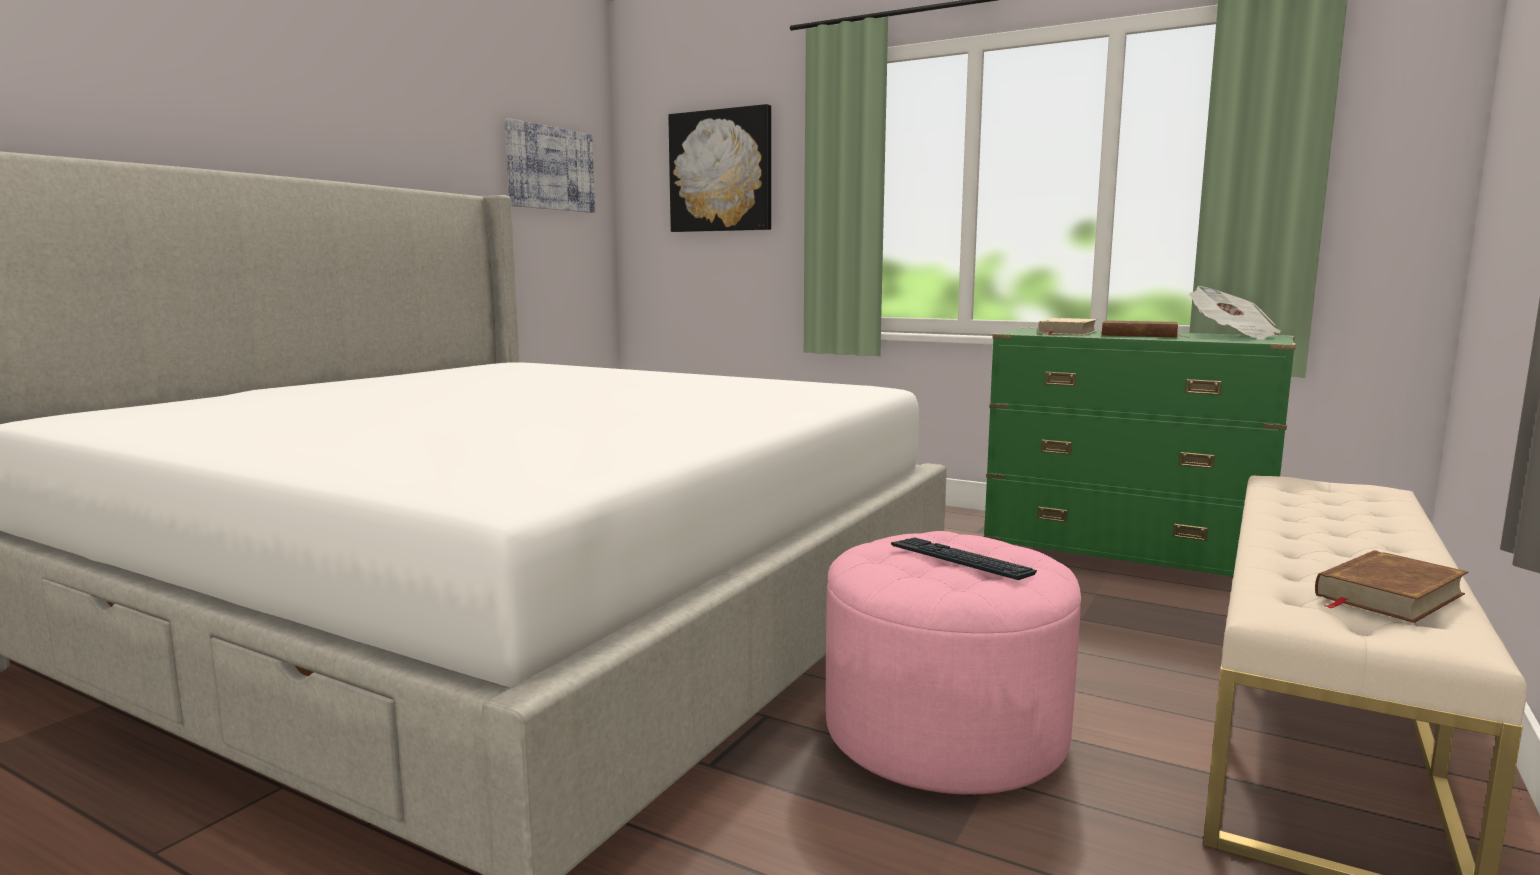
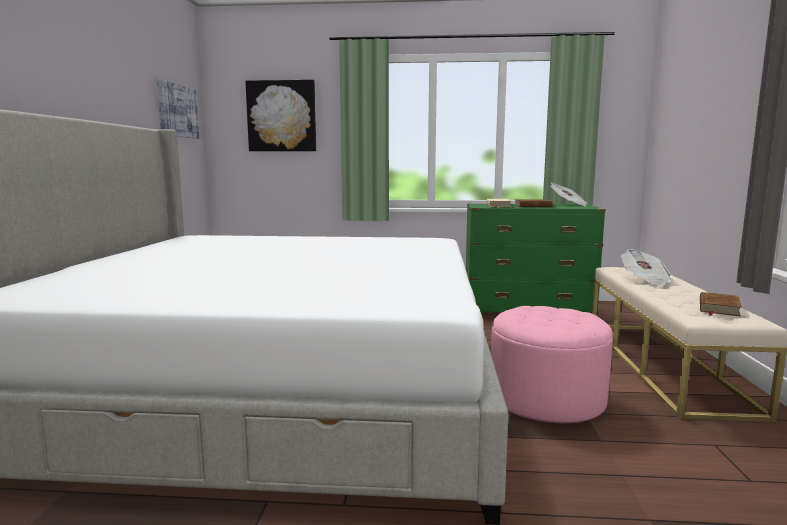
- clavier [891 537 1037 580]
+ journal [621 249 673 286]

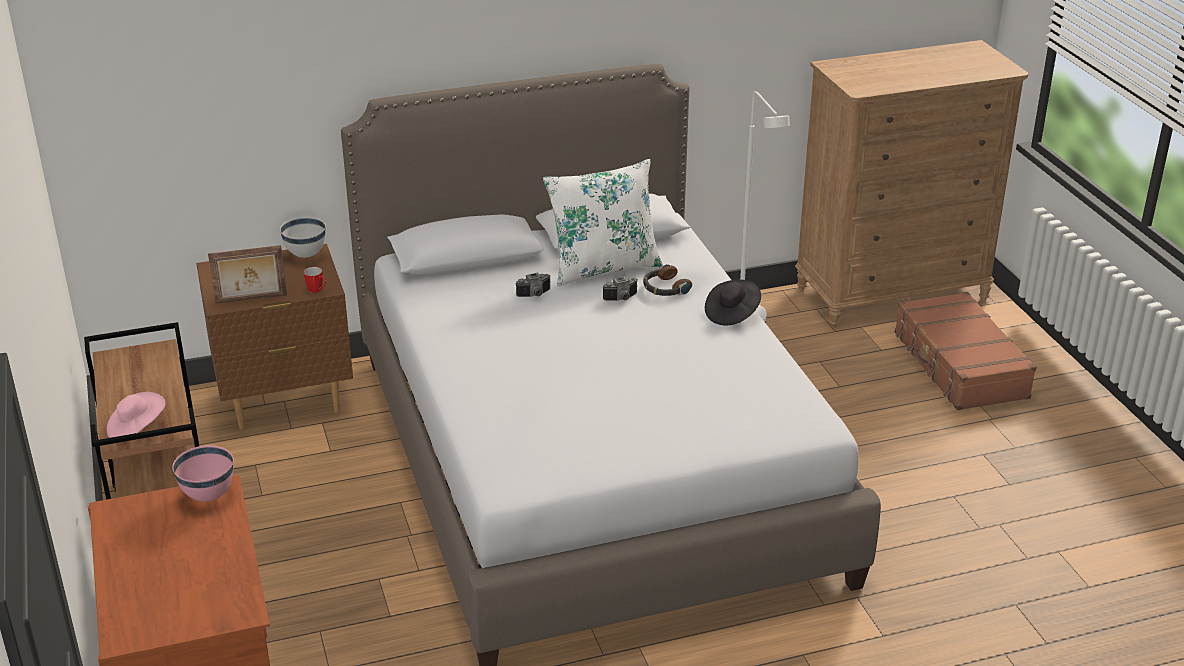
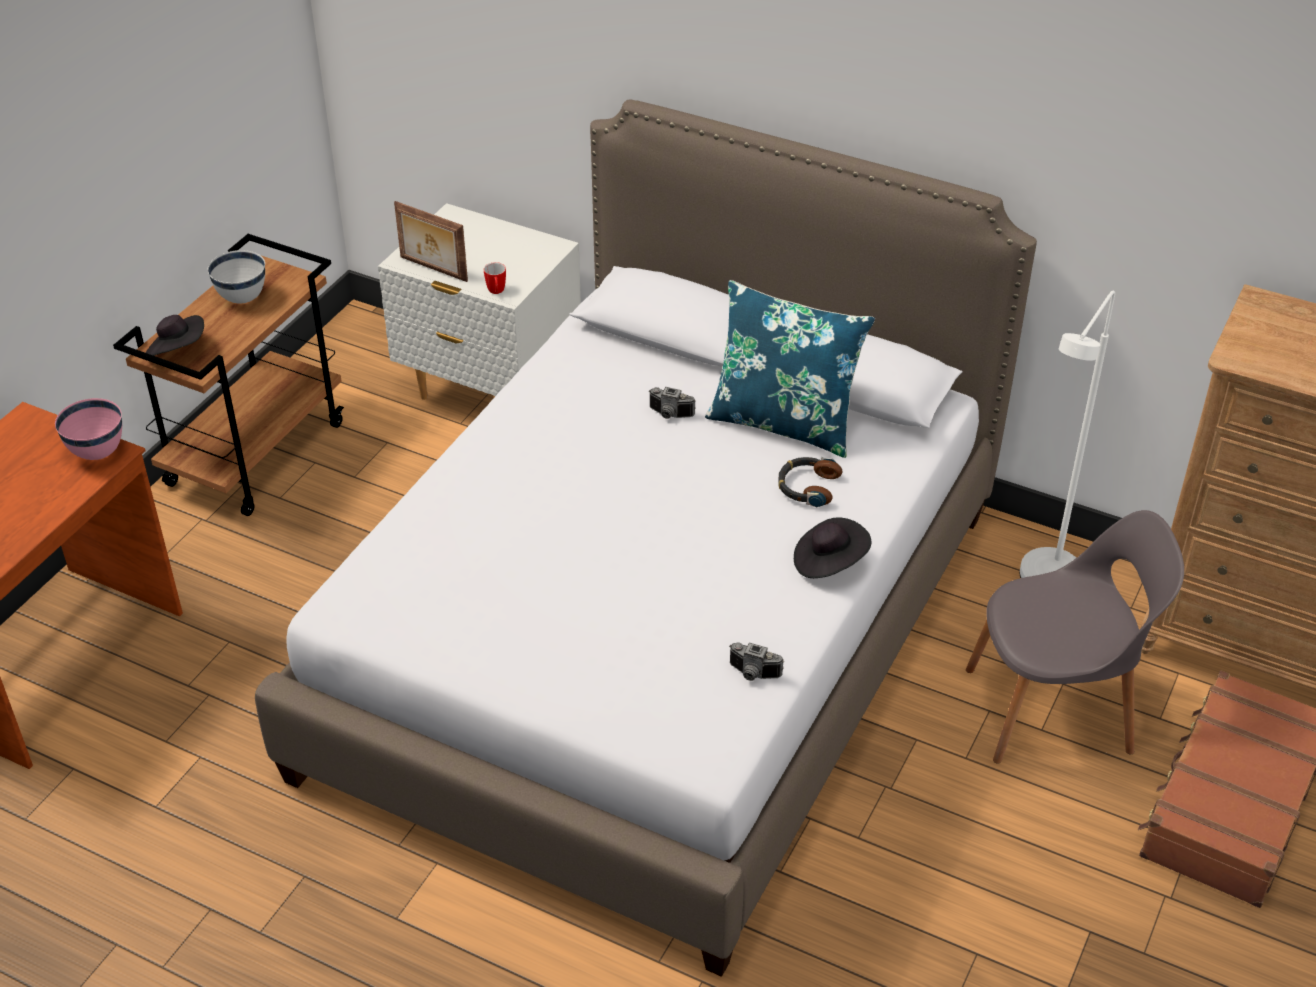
~ chapeau/rose [107 392 166 438] to chapeau/noir [146 315 204 356]
~ table de chevet/marron [196 244 353 430] to table de chevet/blanc [378 203 581 400]
~ bol/blanc [280 217 326 258] to [208 250 265 304]
~ coussin/blanc [543 159 663 286] to coussin/bleu [705 280 875 458]
~ appareil photo [603 276 637 301] to [729 642 784 681]
+ chaise/gris [966 510 1184 764]

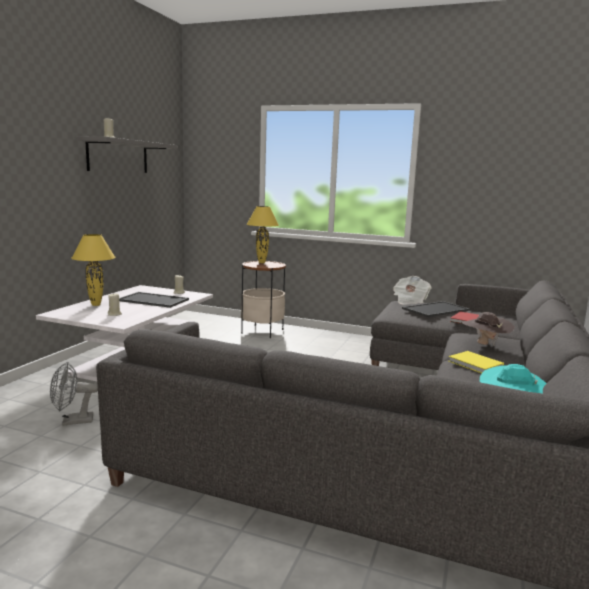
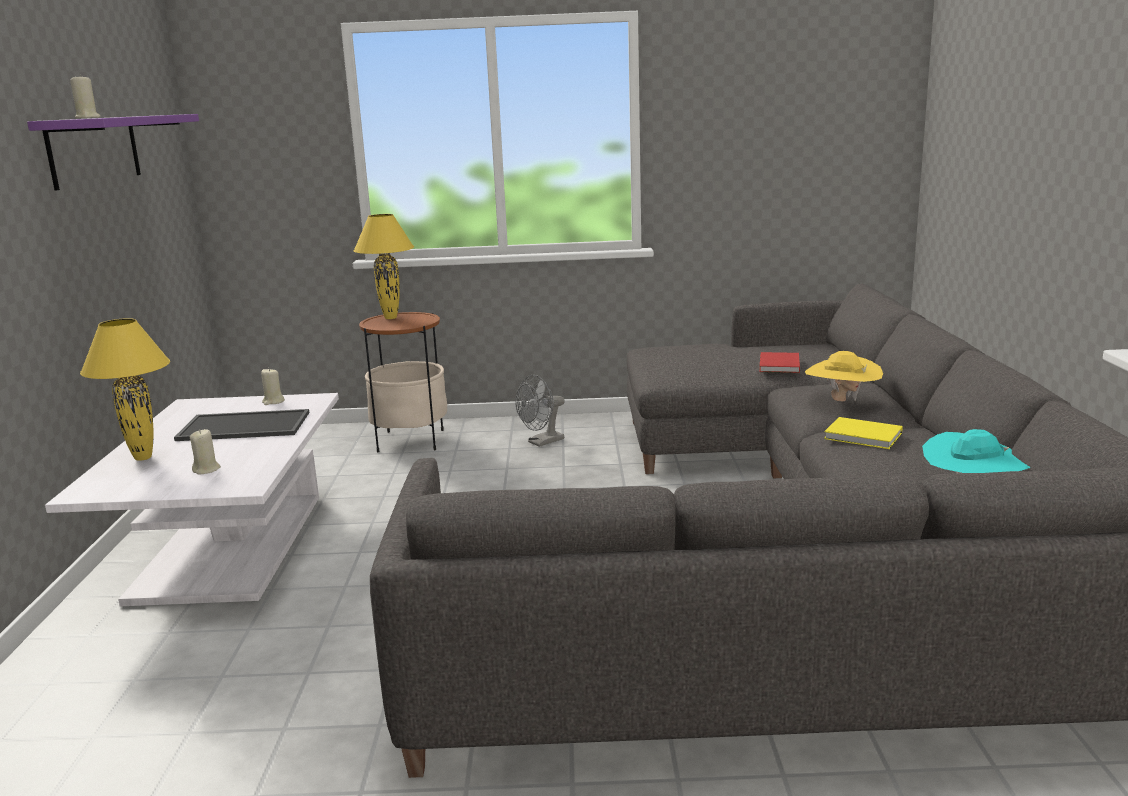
~ ventilateur/gris [50 362 98 426] to [515 375 565 447]
~ étagère/gris [76 136 177 173] to étagère/violet [27 114 199 191]
- journal [393 276 431 305]
- plateau [402 301 470 317]
~ chapeau/marron [461 312 515 346] to chapeau/jaune [805 351 883 401]

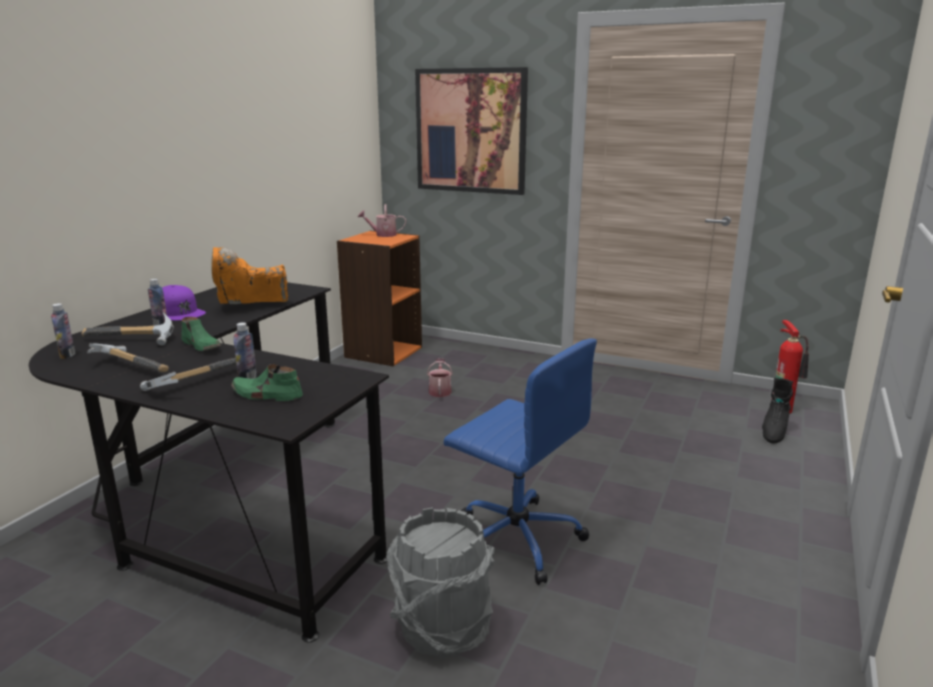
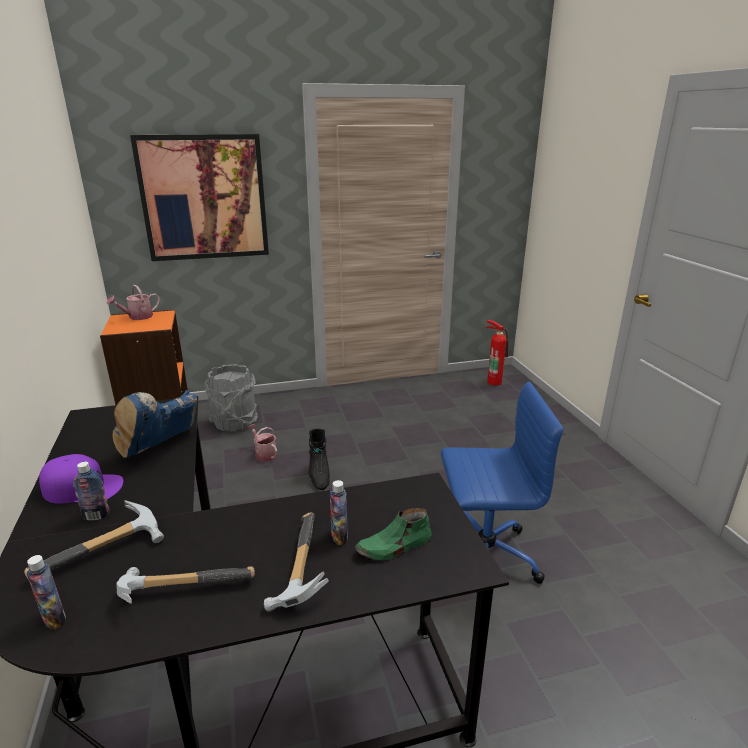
- chaussure/vert [181 317 221 351]
~ botte/orange [211 247 288 304] to botte/bleu [112 390 197 458]
~ seau/gris [386 507 495 659] to [204 364 258 432]
~ botte/noir [762 377 793 443] to [308 429 330 490]

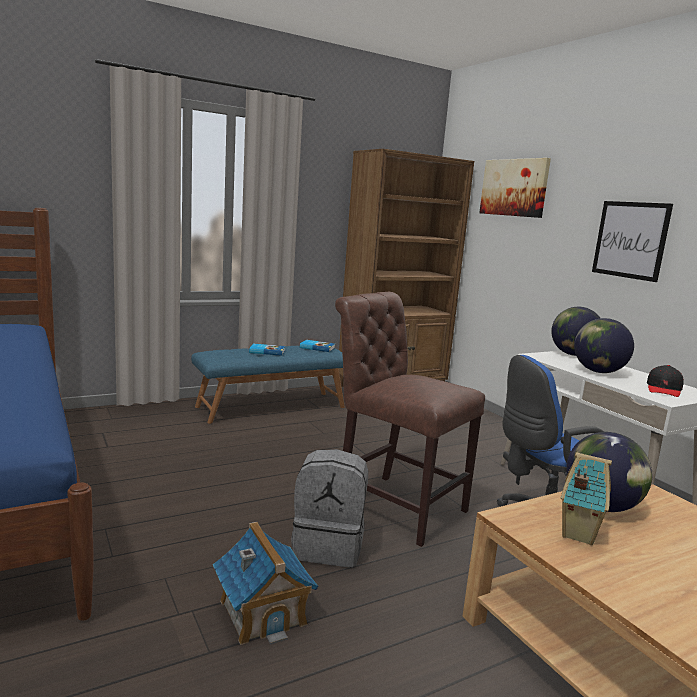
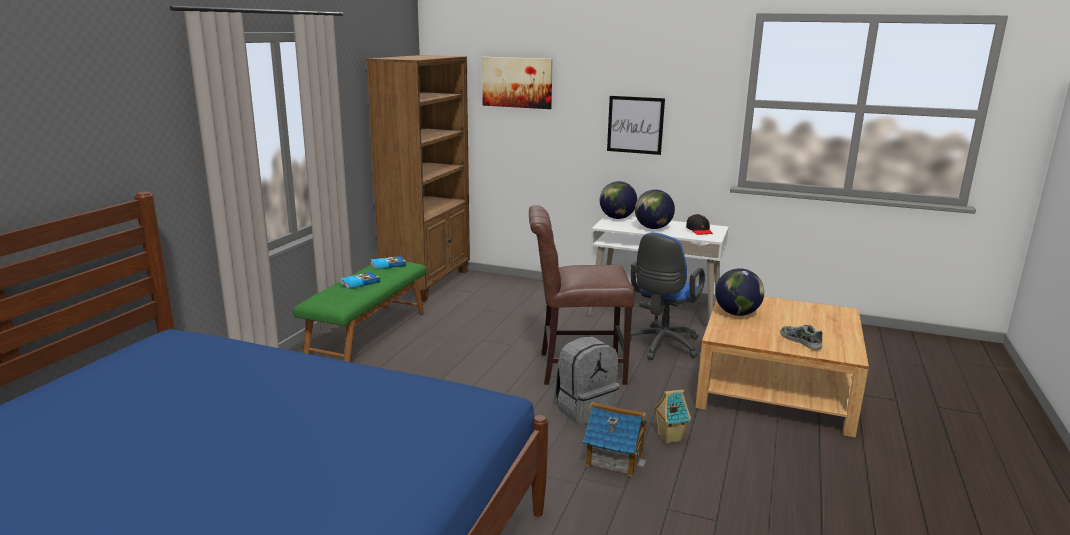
~ banc/bleu [191 346 345 424] to banc/vert [293 262 427 362]
~ maison miniature [560 452 612 545] to [654 389 691 443]
+ chaussure [780 325 822 350]

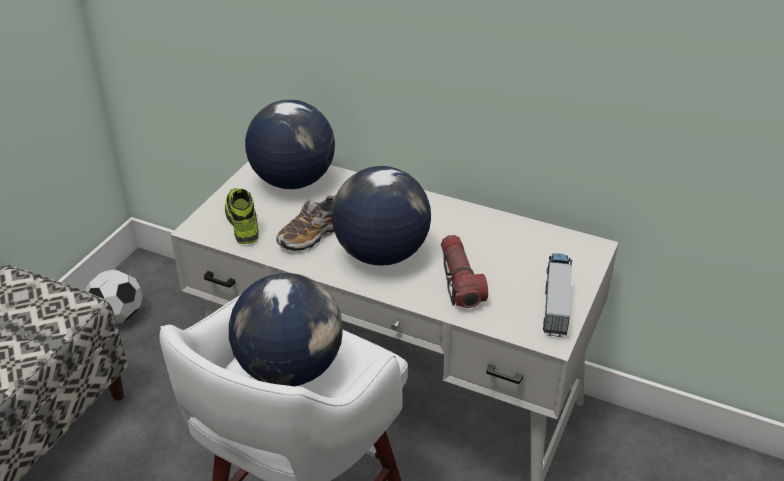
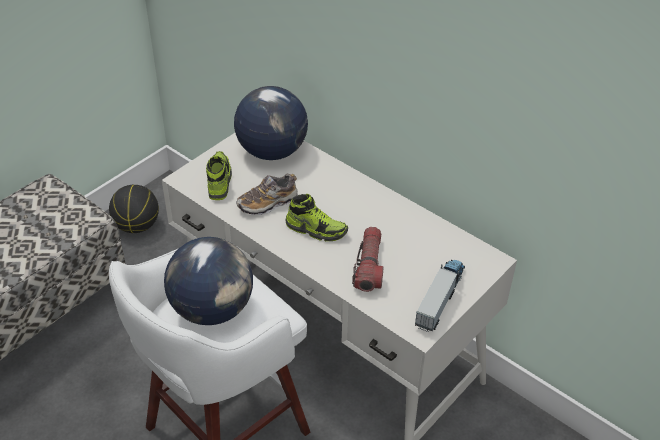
~ ballon de foot [86 269 142 324] to ballon de basket [109 185 159 233]
~ globe [332 166 431 266] to chaussure [285 194 348 241]

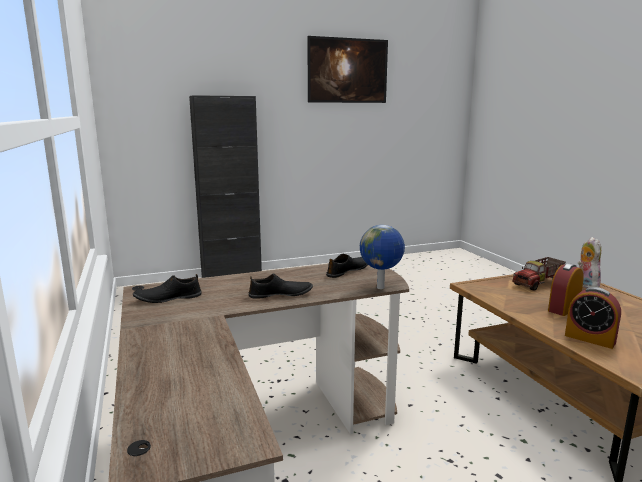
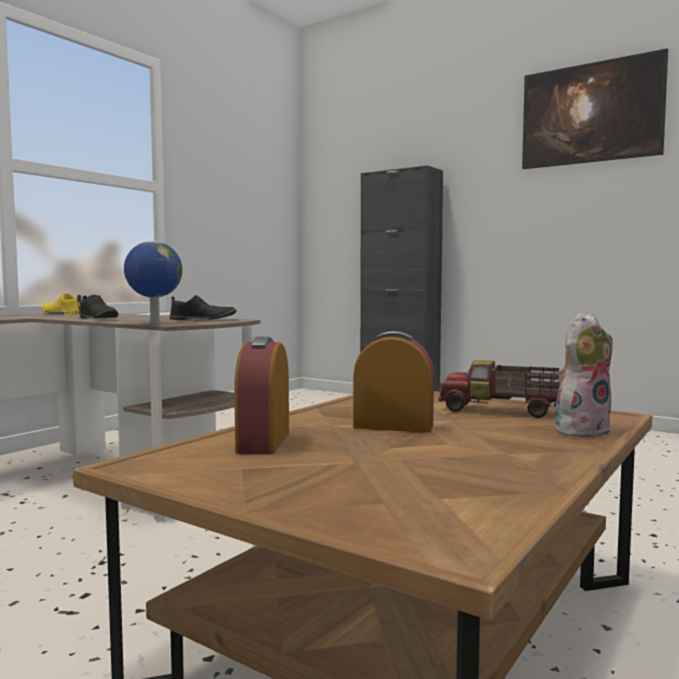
~ chaussure/noir [133 274 202 303] to chaussure/jaune [42 293 82 315]

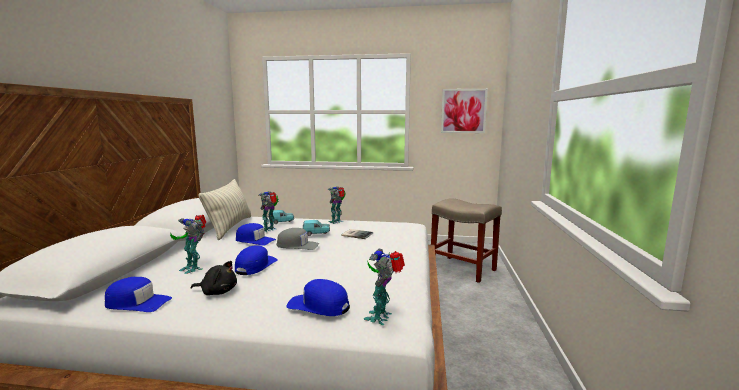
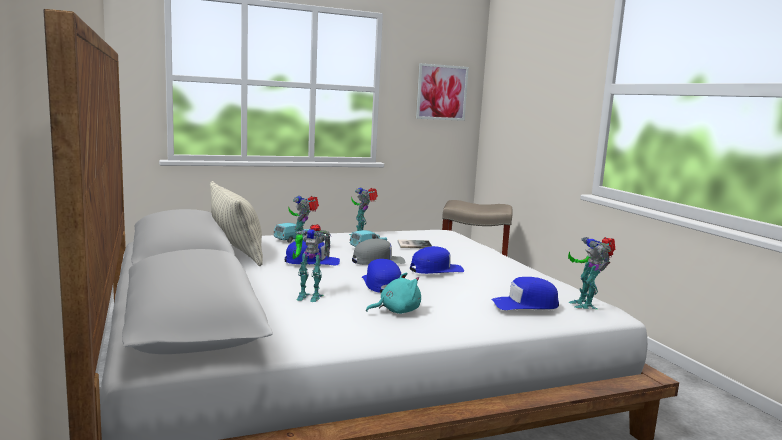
~ casquette/bleu [105 277 172 312] to [410 246 464 274]
~ peluche/noir [191 261 237 295] to peluche/turquoise [366 272 421 314]

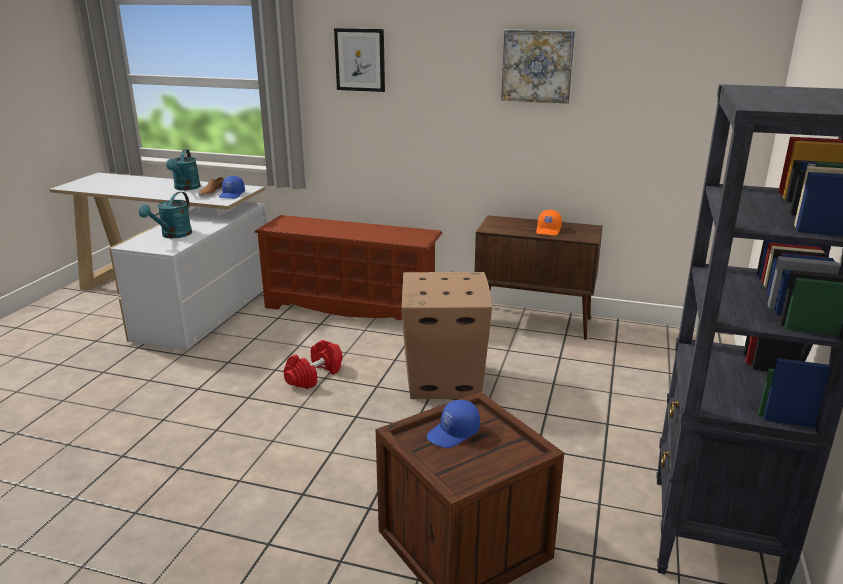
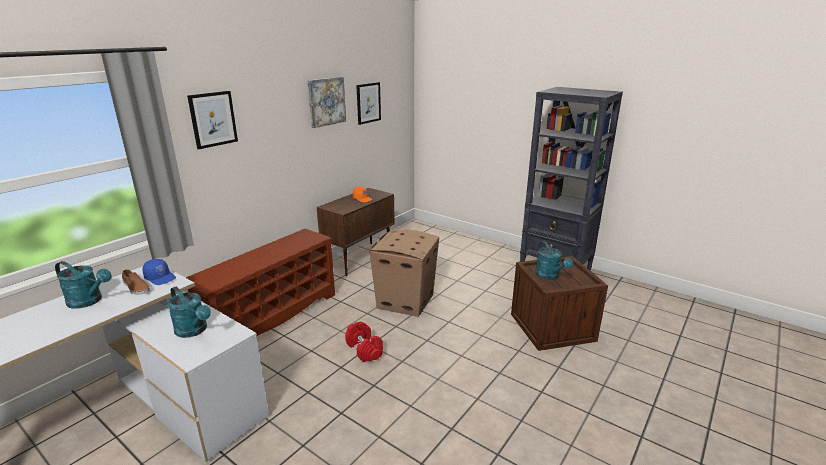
~ casquette/bleu [427 400 480 448] to arrosoir/turquoise [535 241 573 280]
+ tableau [356 82 381 125]

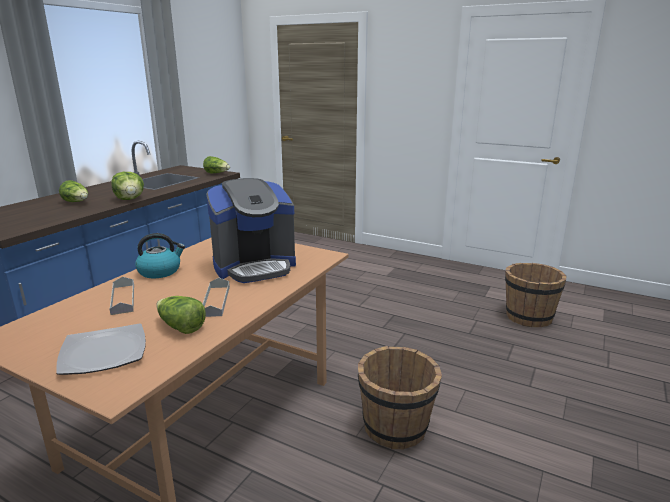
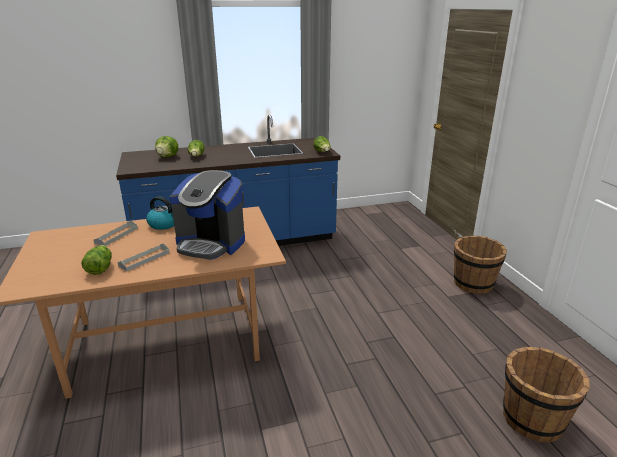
- assiette [56 323 146 375]
~ laitue [111 172 144 200] to [155 136 178 157]
~ seau/marron [358 346 442 449] to [454 236 507 294]

